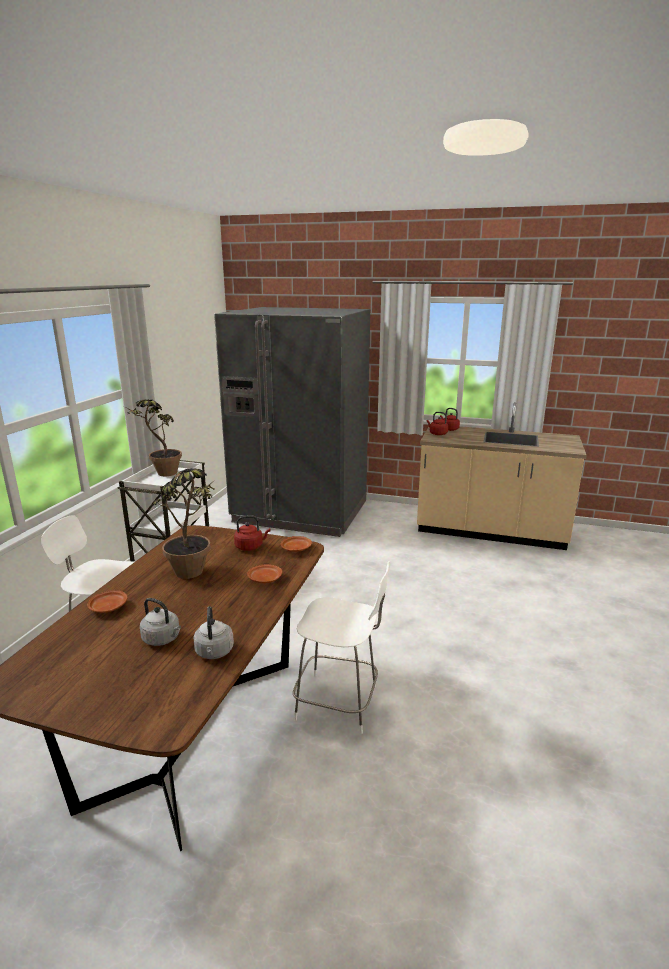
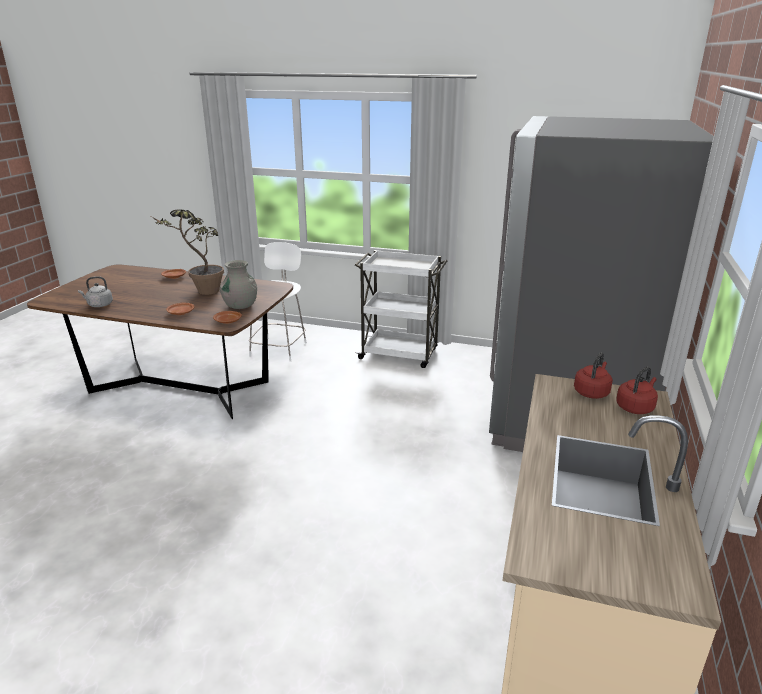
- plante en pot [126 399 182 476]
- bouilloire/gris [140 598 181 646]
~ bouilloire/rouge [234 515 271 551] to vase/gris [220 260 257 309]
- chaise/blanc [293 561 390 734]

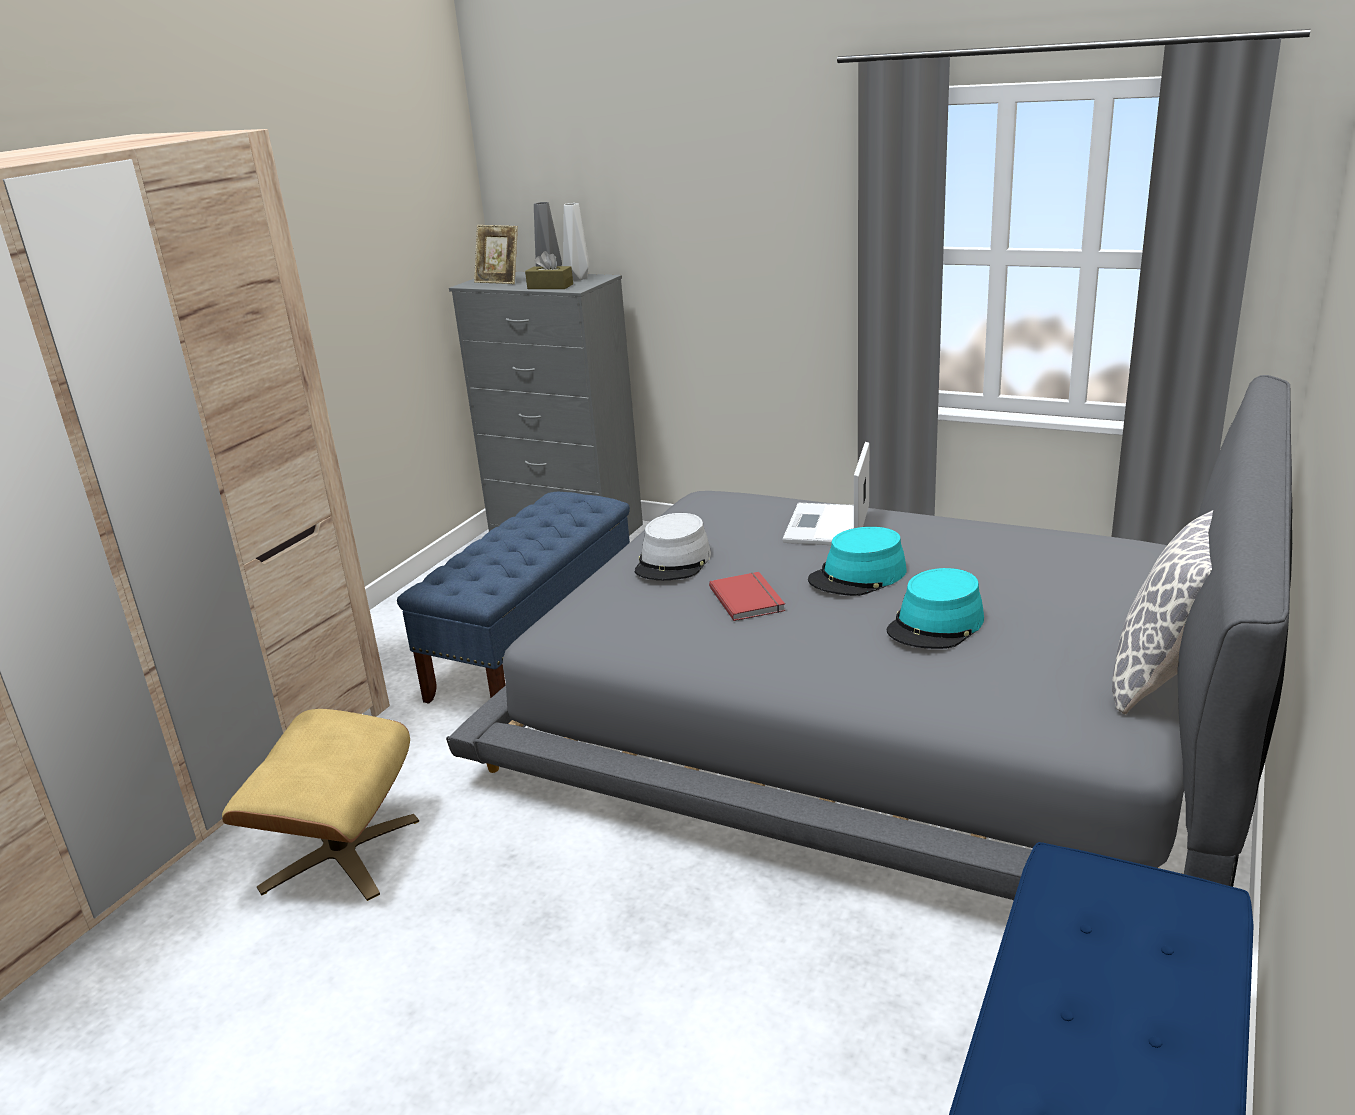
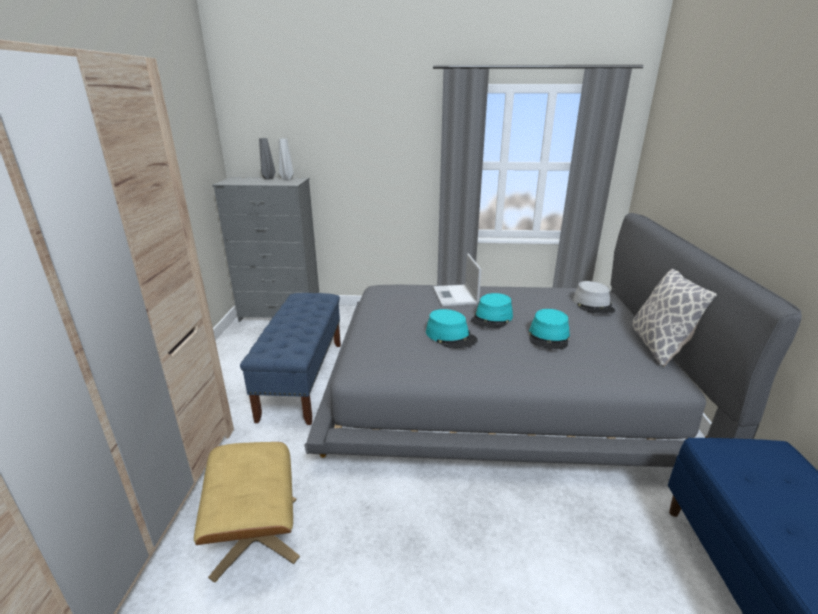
- cadre photo [474 225 518 284]
- boîte à mouchoirs/marron [525 251 573 289]
~ chapeau/gris [635 513 711 580] to [573 281 615 314]
~ livre/rouge [709 572 785 621] to chapeau/turquoise [426 309 478 348]

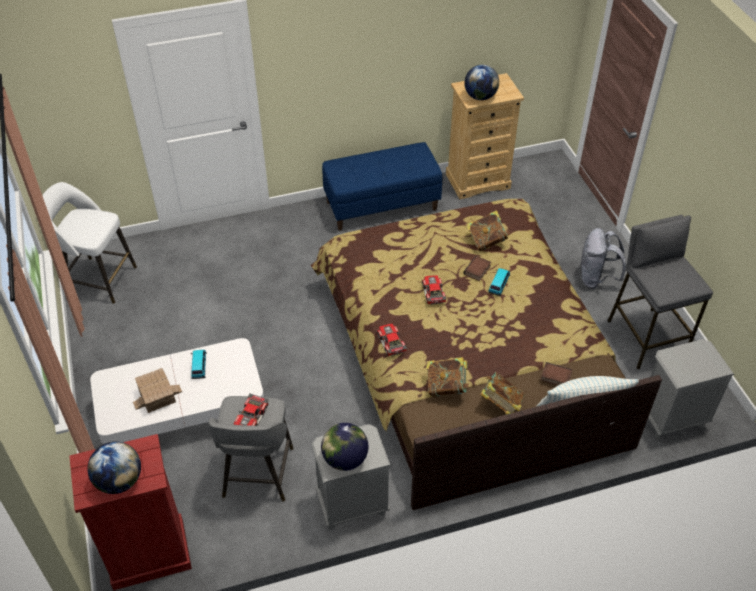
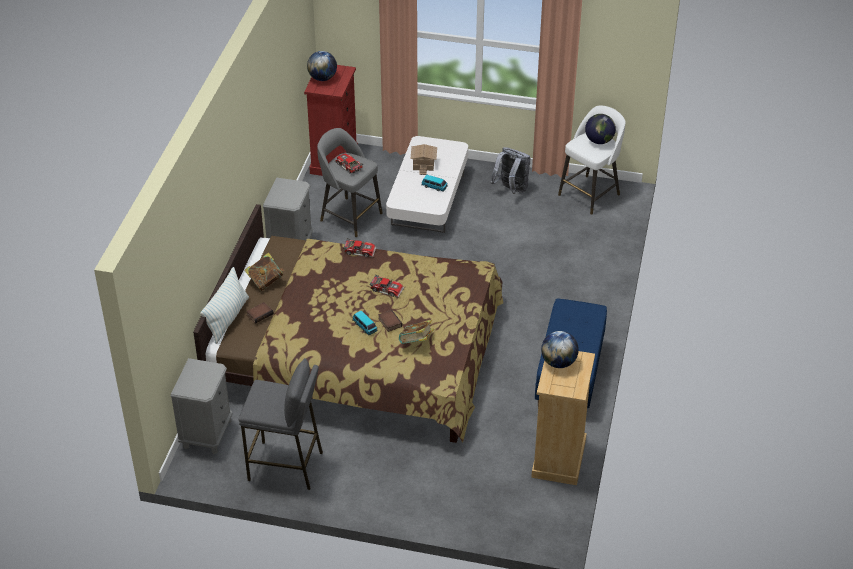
~ globe [321 423 368 471] to [585 114 616 144]
- livre [426 357 470 397]
~ sac à dos/gris [580 228 626 289] to [490 147 531 194]

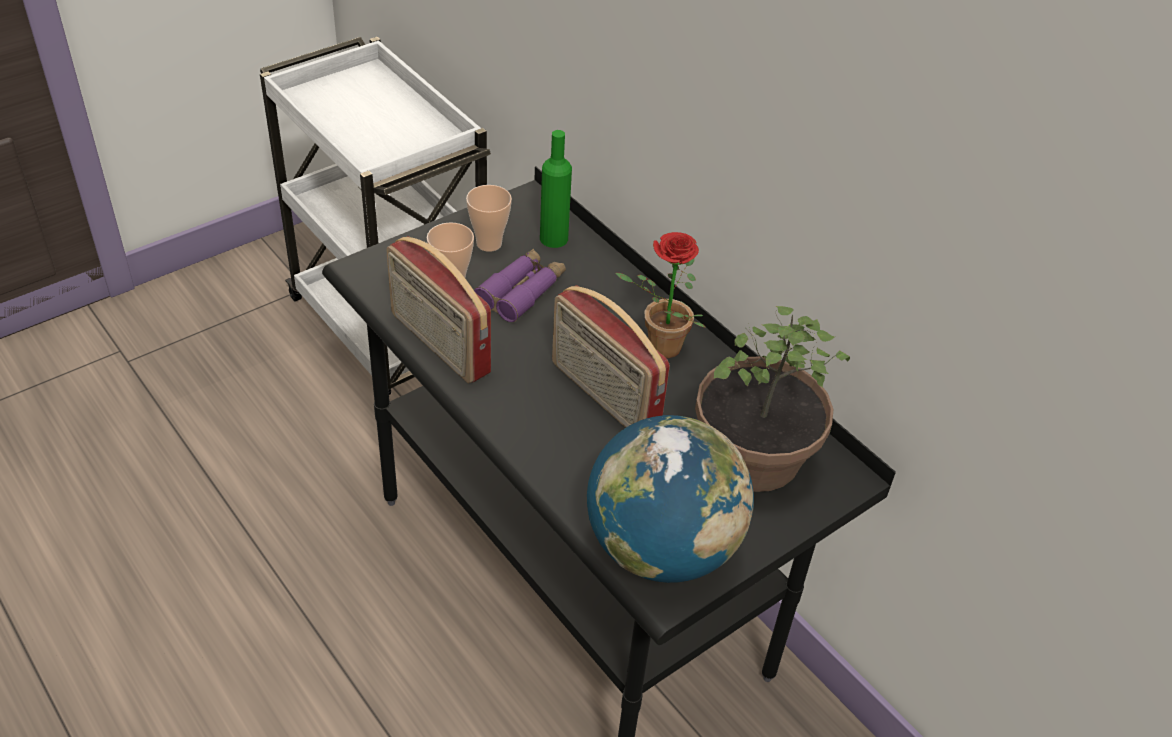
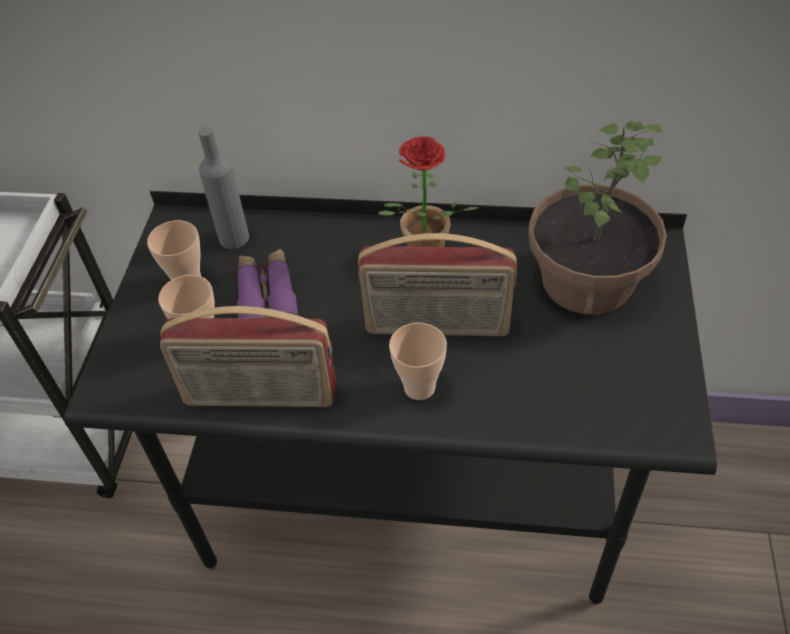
~ bouteille/vert [540 130 572 248] to bouteille/gris [198 126 249 249]
- globe [587 415 754 583]
+ tasse [389 322 447 400]

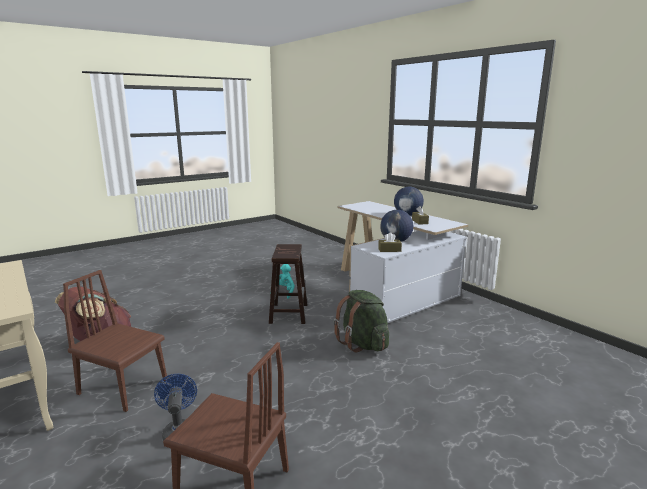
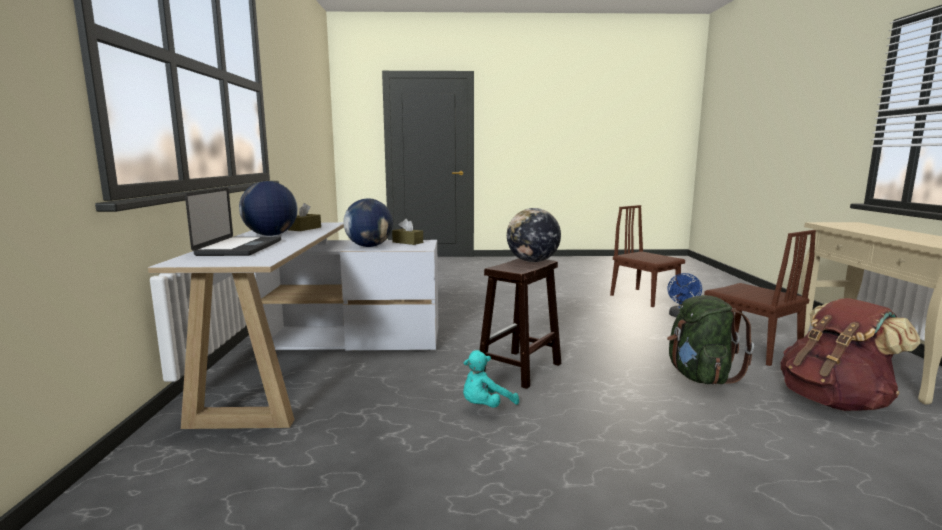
~ sac à dos/vert [334 290 389 353] to [667 295 754 384]
+ ordinateur portable [185 188 281 256]
+ globe [507 208 561 262]

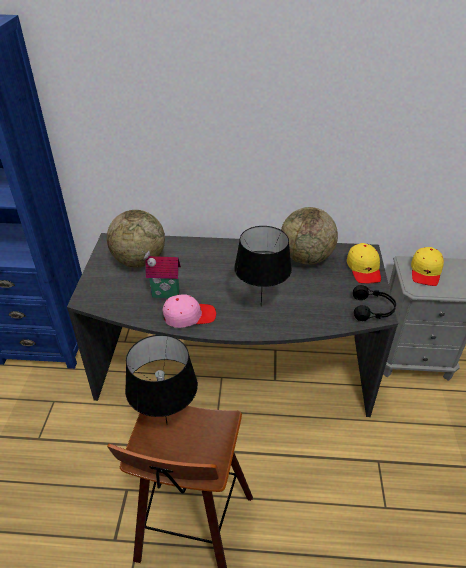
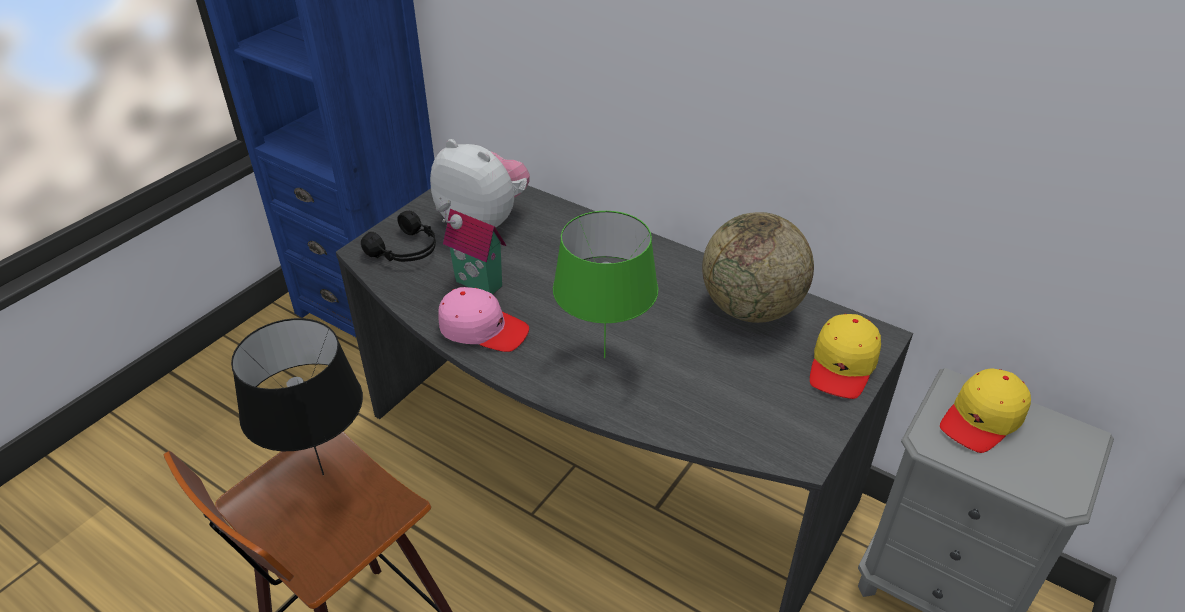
~ globe [107 210 165 268] to peluche [430 139 530 227]
~ lampe de table/noir [234 226 292 305] to lampe de table/vert [553 211 658 358]
~ casque audio/noir [353 285 396 321] to [361 211 436 262]

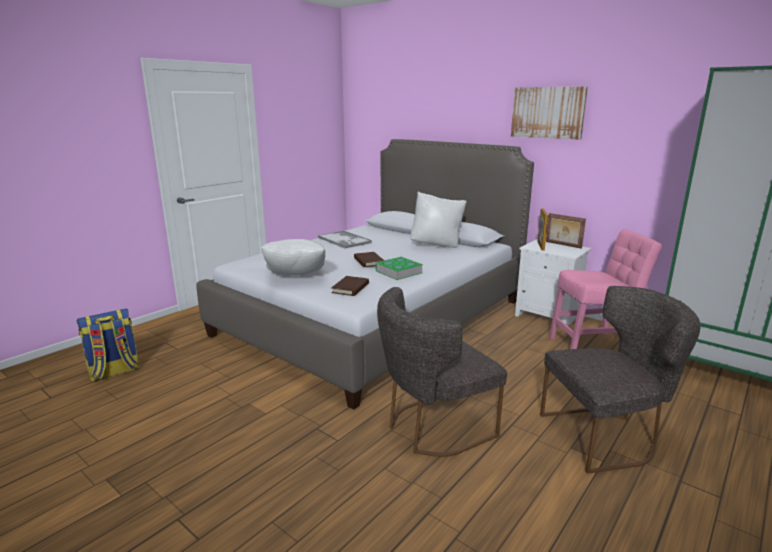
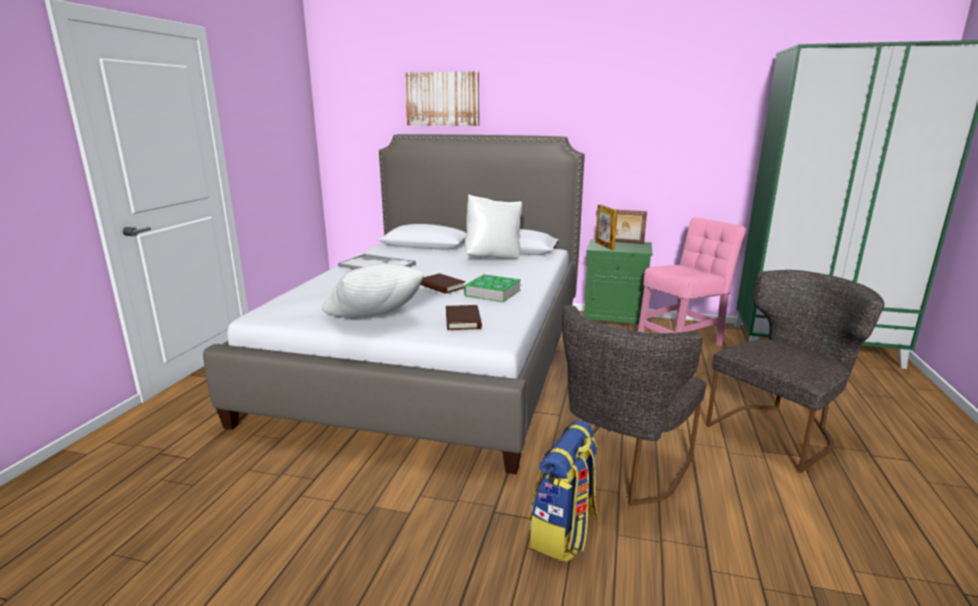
~ sac à dos [76 309 140 381] to [530 420 599 562]
~ tableau [511 86 588 140] to [405 71 479 126]
~ table de chevet/blanc [515 239 592 326] to table de chevet/vert [584 239 652 327]

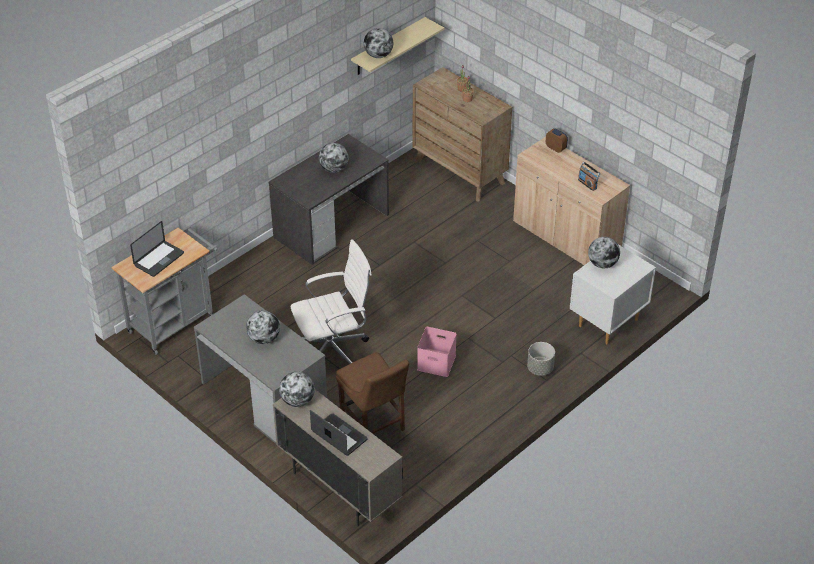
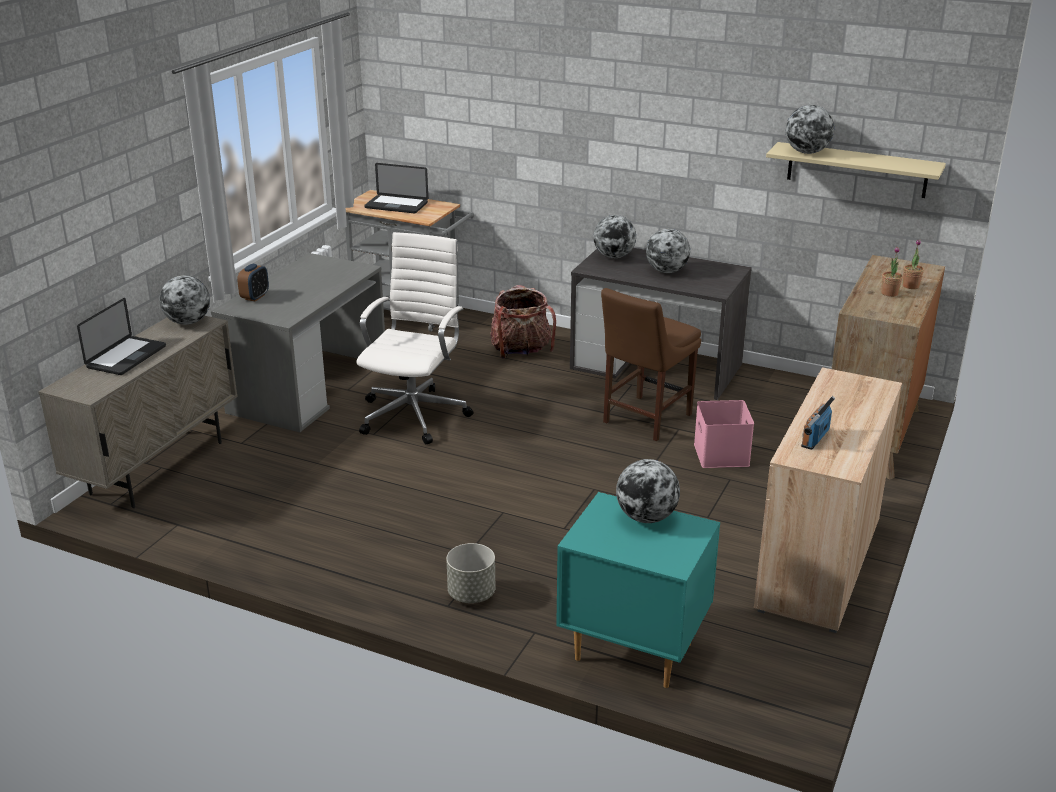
~ globe [246 310 280 344] to [594 215 636 258]
~ chaise de bureau/blanc [290 239 372 364] = [357 232 473 444] 120 degrees counterclockwise
~ chaise/marron [336 352 409 434] to [601 288 701 441]
~ boîte de rangement/rose [417 327 457 377] to [694 400 754 468]
~ réveil [546 128 568 153] to [237 264 269 301]
~ table de chevet/blanc [570 244 656 344] to table de chevet/turquoise [556 492 720 688]
+ sac à dos [490 285 556 358]

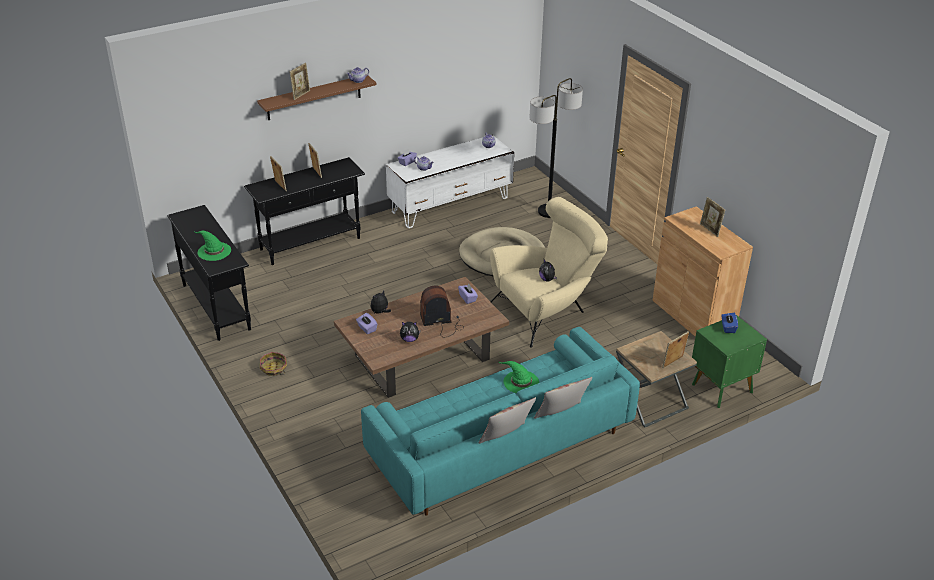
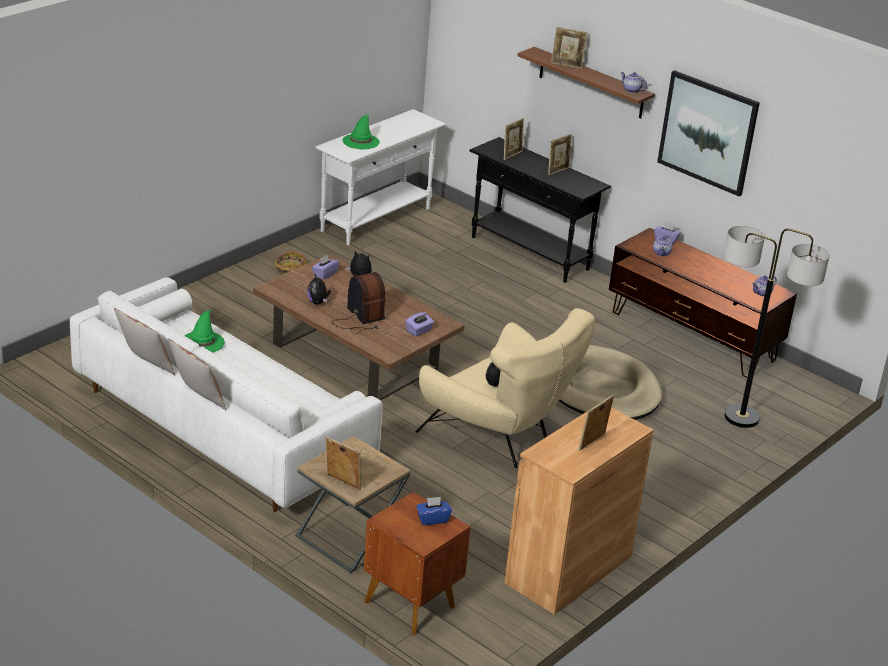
~ table console/noir [167 205 251 341] to table console/blanc [315 109 446 245]
~ canapé/turquoise [361 327 640 516] to canapé/blanc [70 277 383 512]
~ meuble télé/blanc [386 135 514 228] to meuble télé/marron [609 228 797 378]
~ chapeau/vert [499 361 539 394] to [185 309 225 353]
~ table de chevet/vert [692 315 767 408] to table de chevet/marron [364 492 470 635]
+ tableau [657 70 760 196]

